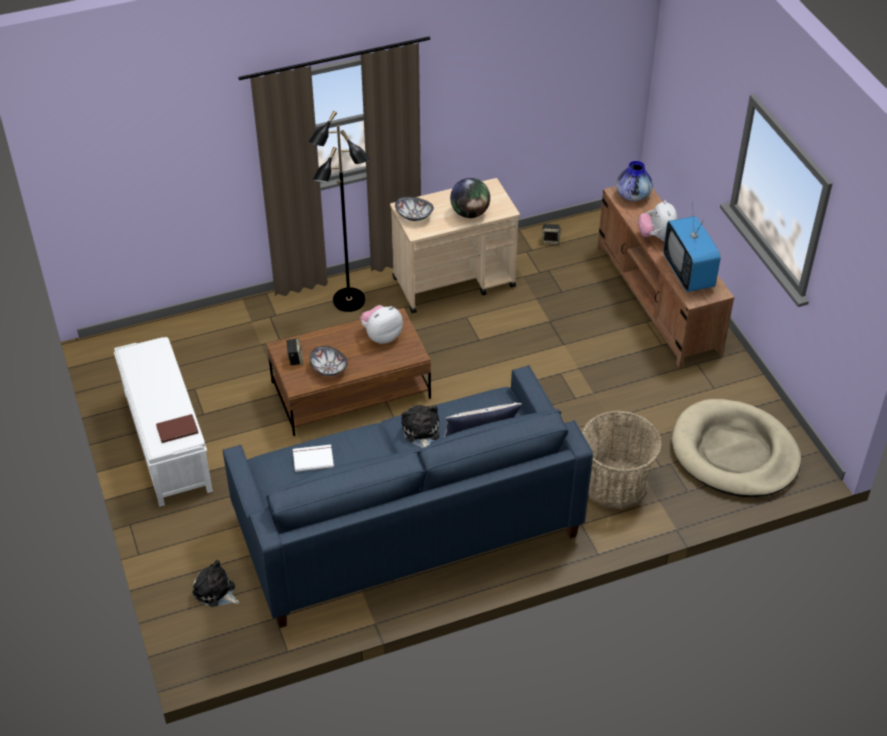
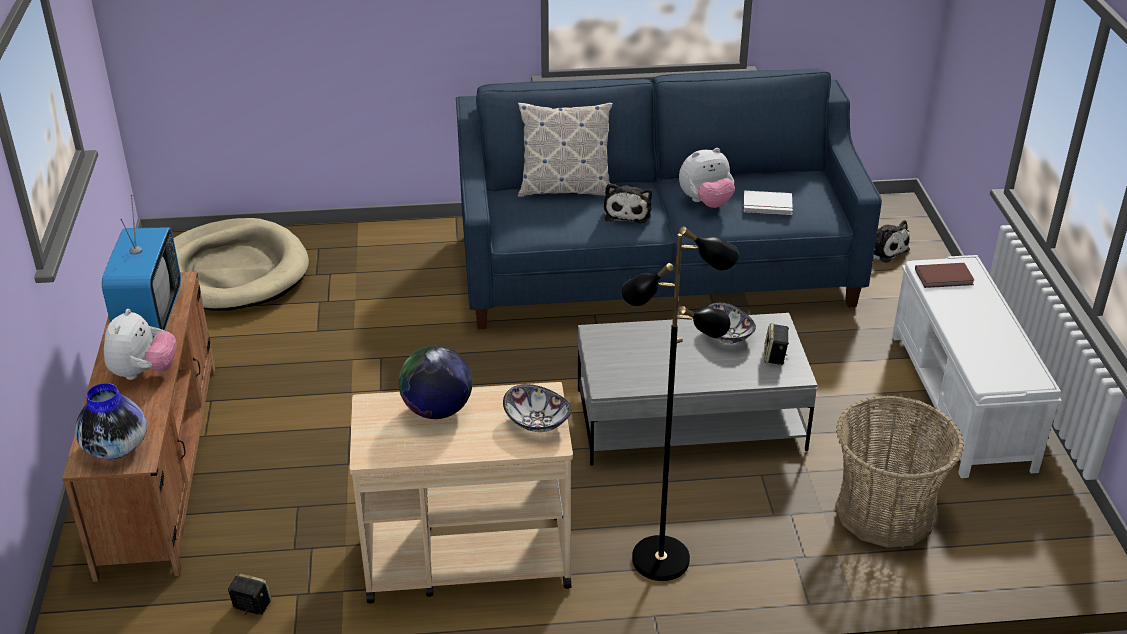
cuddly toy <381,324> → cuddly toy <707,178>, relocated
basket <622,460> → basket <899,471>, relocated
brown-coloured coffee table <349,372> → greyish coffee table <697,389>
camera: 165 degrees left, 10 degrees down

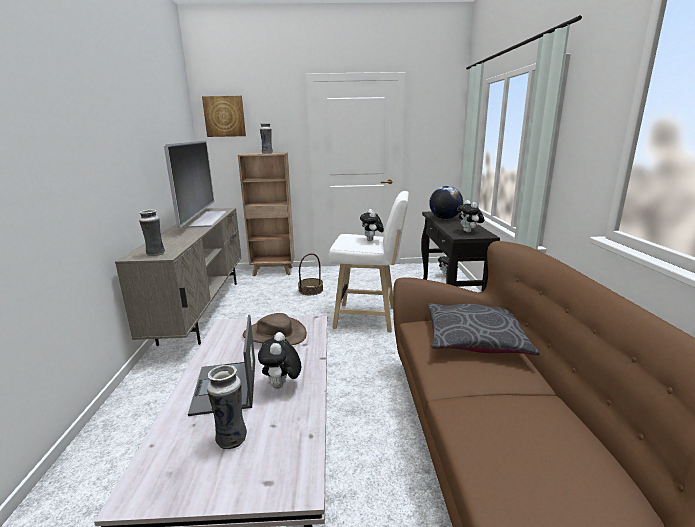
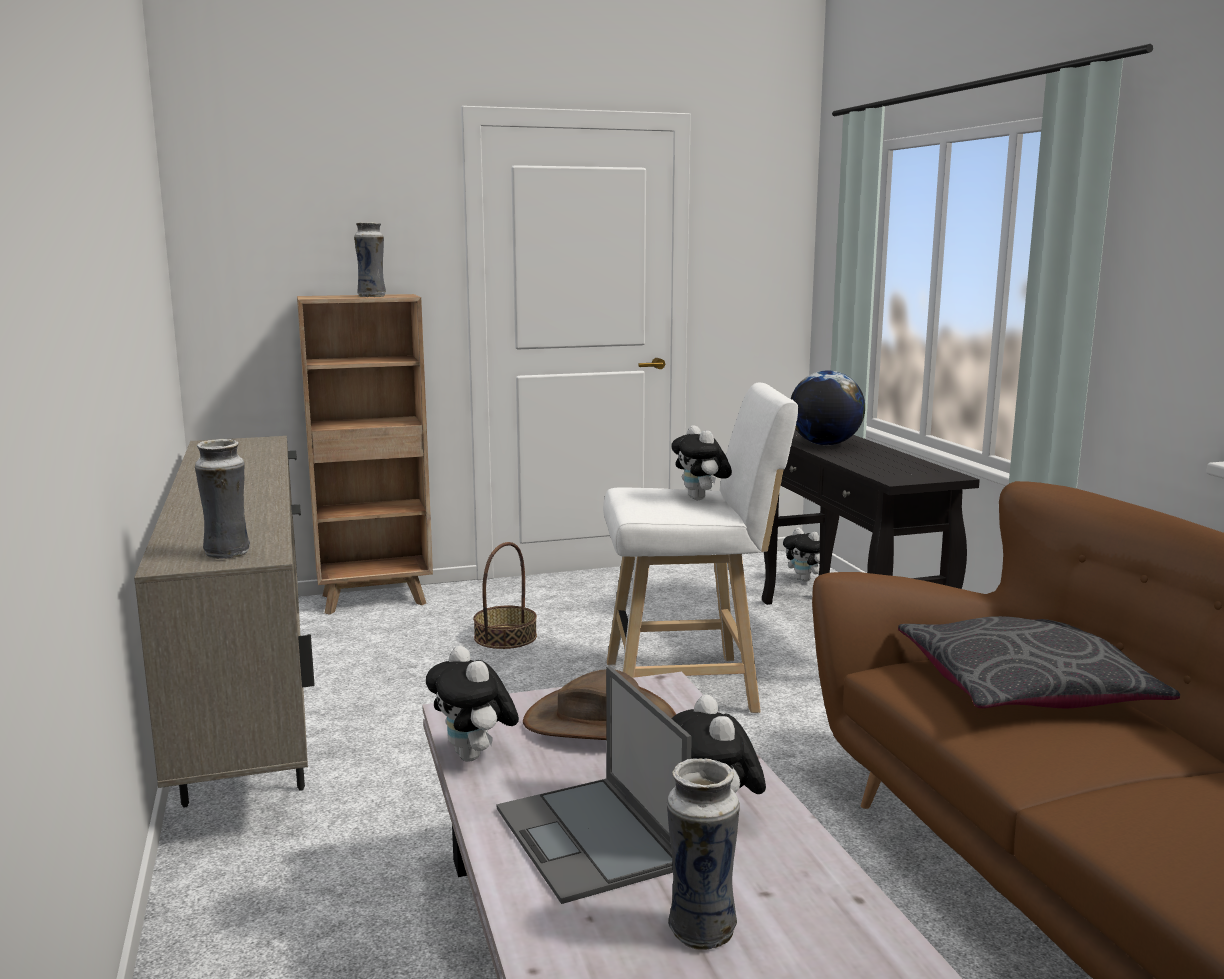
television <195,184> → -
picture <224,116> → -
cuddly toy <470,216> → cuddly toy <472,704>, relocated
camera: 15 degrees left, 5 degrees down

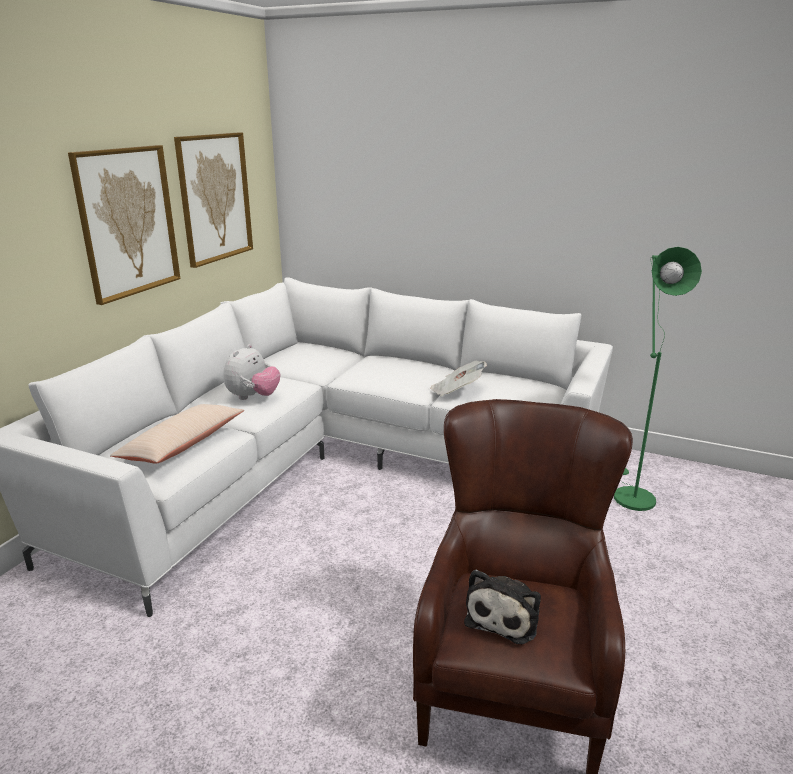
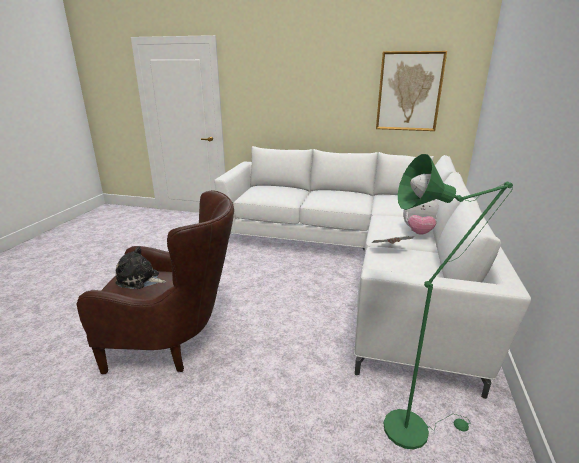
picture <124,225> → -
beige throw pillow <177,433> → -
cuddly toy <252,372> → cuddly toy <421,217>, relocated
camera: 80 degrees right, 0 degrees up

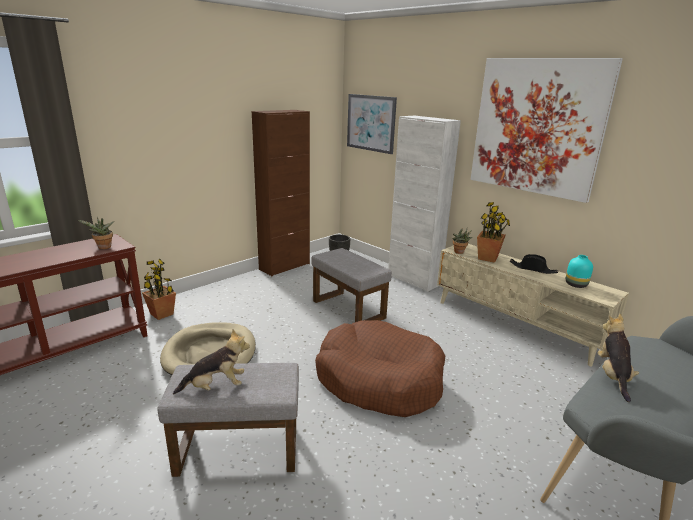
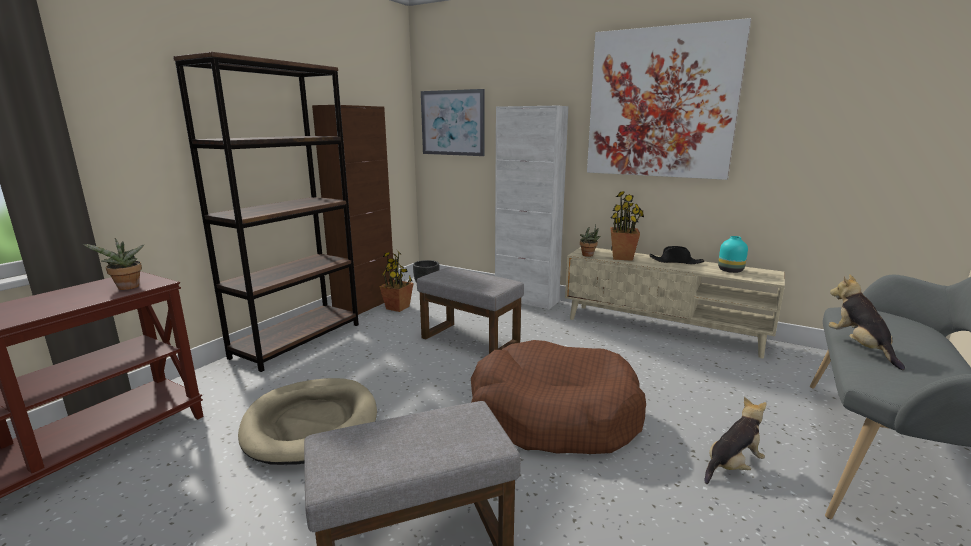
- → brown-coloured bookshelf <266,212>
plant in a pot <159,289> → plant in a pot <396,280>, relocated
cuddly toy <211,362> → cuddly toy <735,440>, relocated
camera: 15 degrees left, 5 degrees down

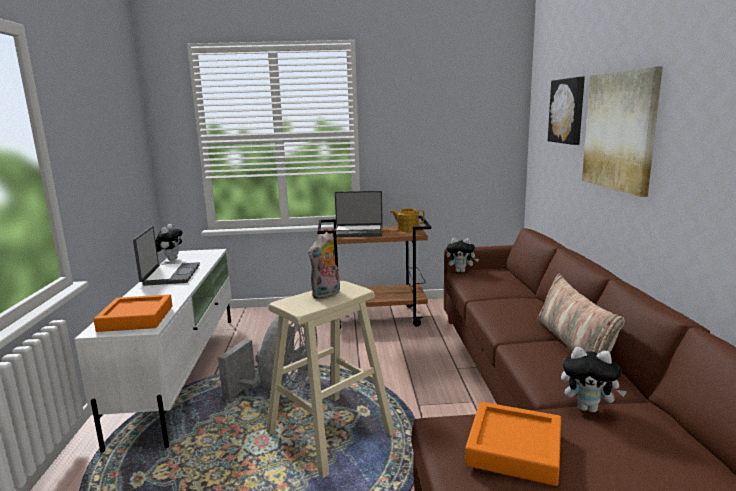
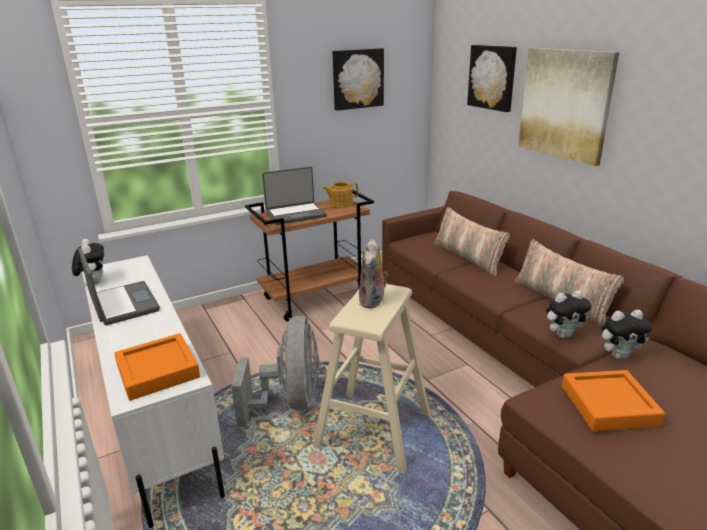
- → picture <358,79>
- → throw pillow <472,241>
cuddly toy <462,255> → cuddly toy <568,314>, relocated
camera: 25 degrees left, 10 degrees up

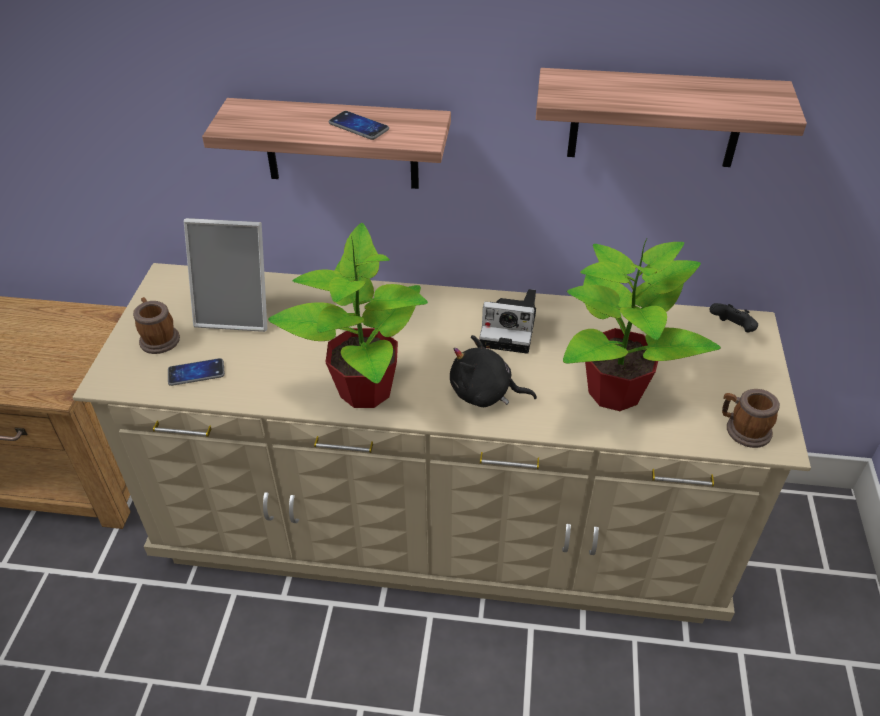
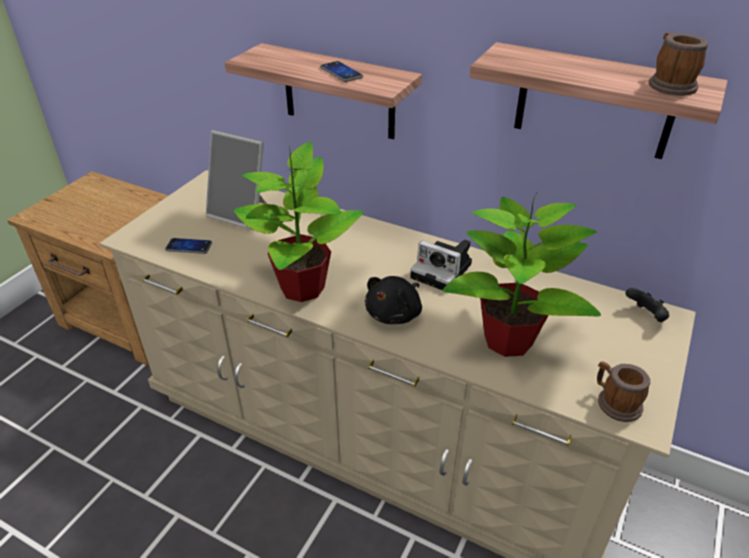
coffee mug <156,325> → coffee mug <678,64>, relocated
black cuddly toy <493,371> → black cuddly toy <393,300>, 90 degrees counterclockwise
camera: 20 degrees right, 5 degrees down

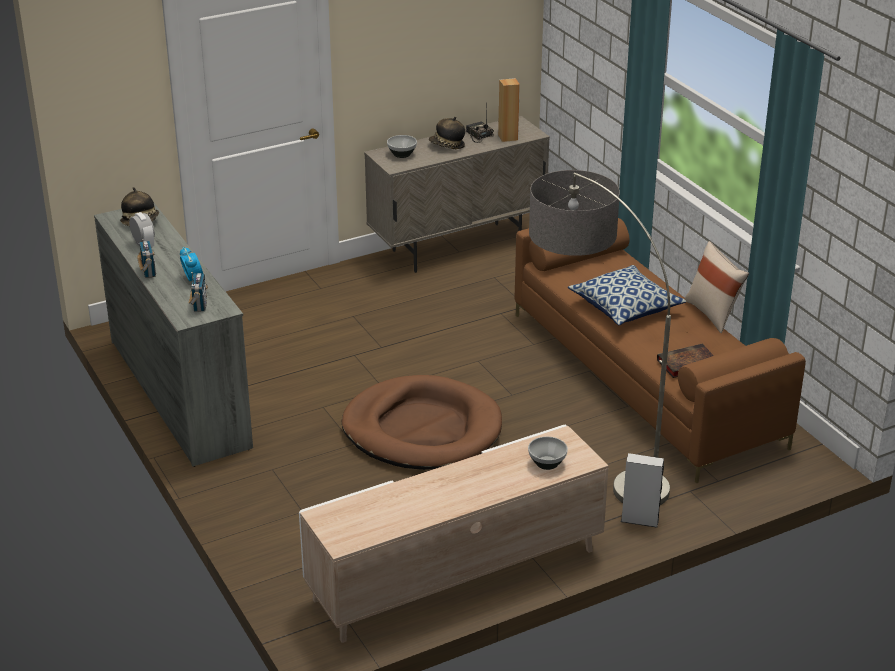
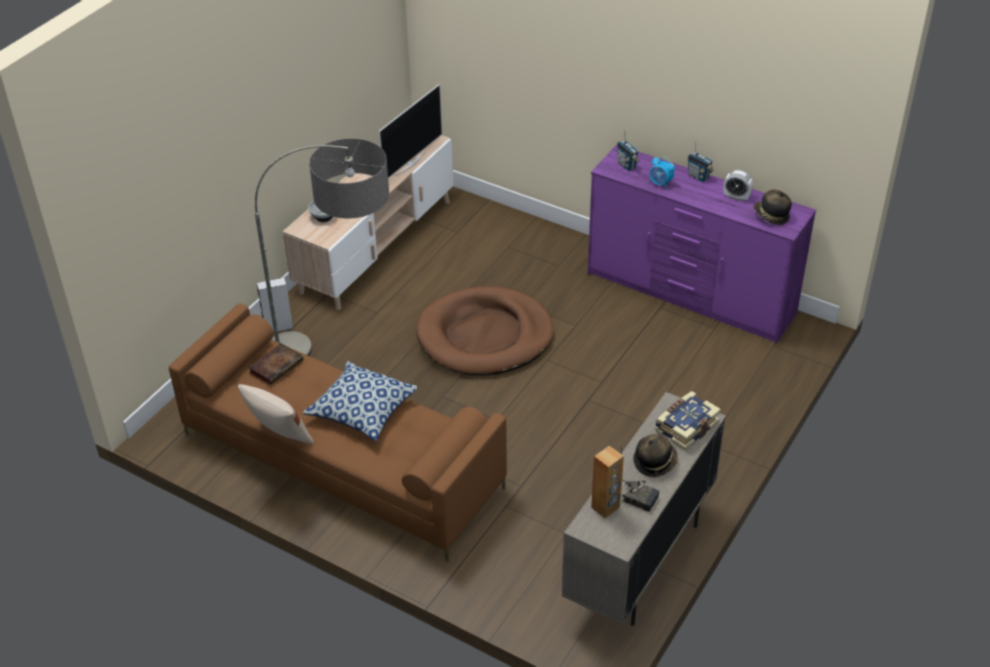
- → television <410,131>
deep dish <402,146> → volume <688,421>
greyish drawer chest <173,335> → purplish drawer chest <702,244>
camera: 150 degrees right, 10 degrees up

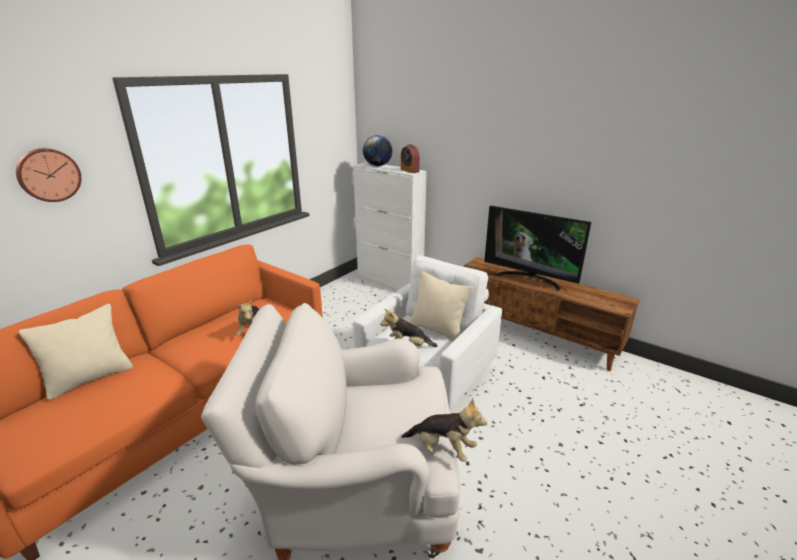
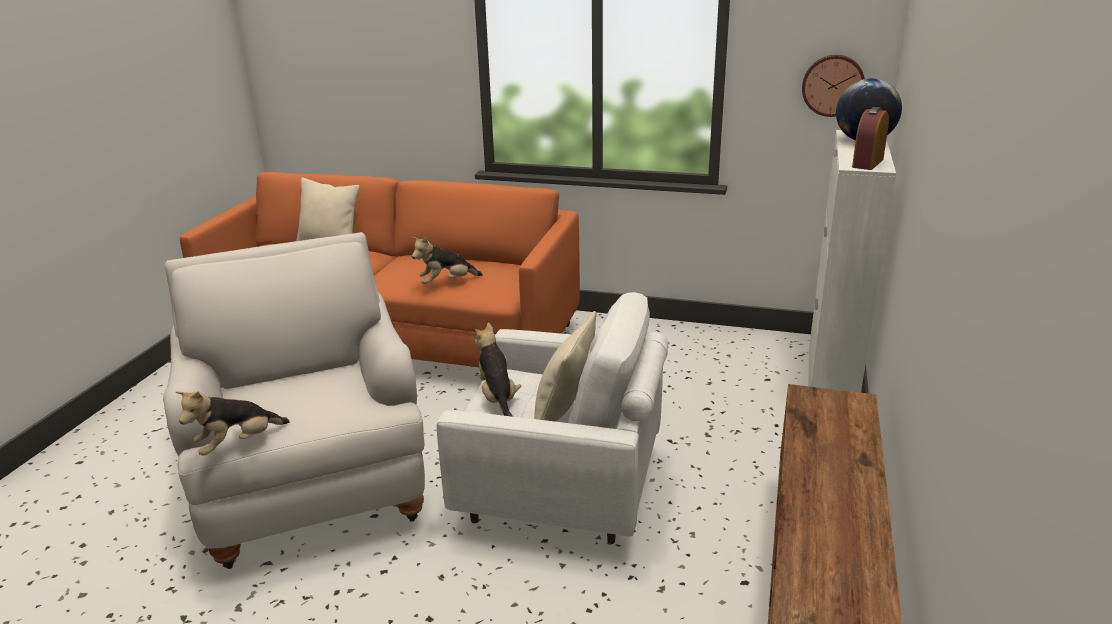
television <537,248> → -
clock on the wall <48,175> → clock on the wall <833,86>, relocated
cuddly toy <444,430> → cuddly toy <233,423>, 45 degrees clockwise
camera: 70 degrees right, 0 degrees up

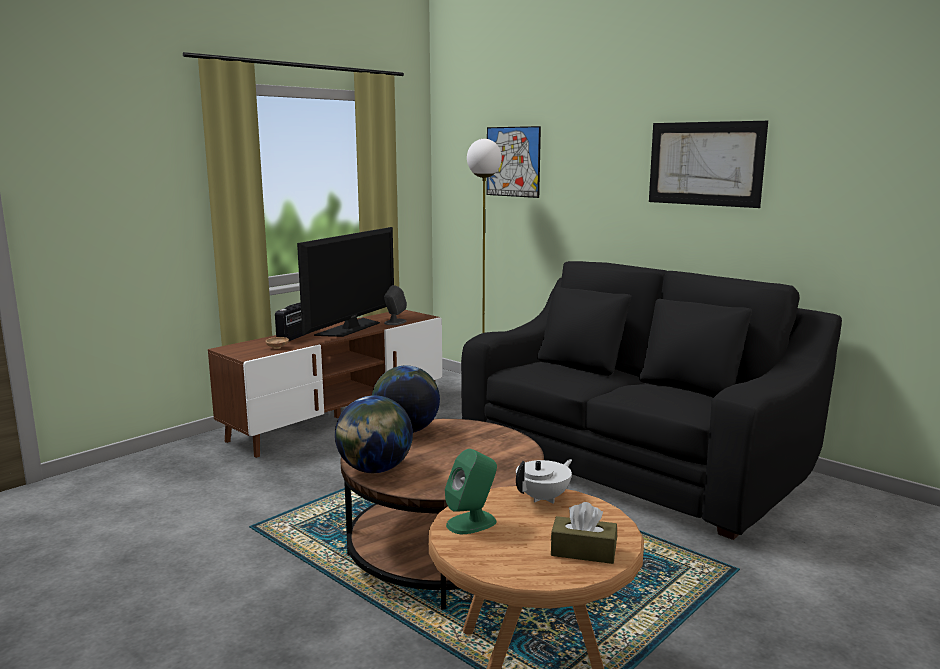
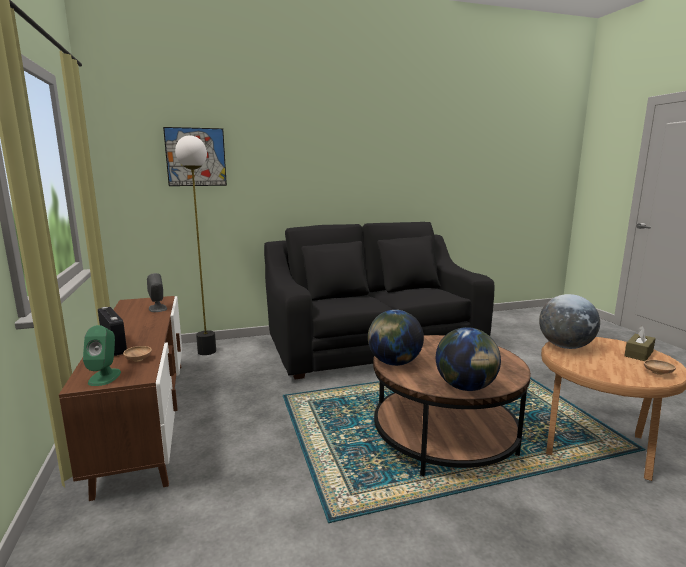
television <345,282> → -
picture <708,164> → -
- → brown-coloured deep dish <660,367>
greenish audio speaker <471,491> → greenish audio speaker <102,355>, relocated
white-coloured pot for tea <544,481> → globe <569,321>
camera: 60 degrees left, 0 degrees up

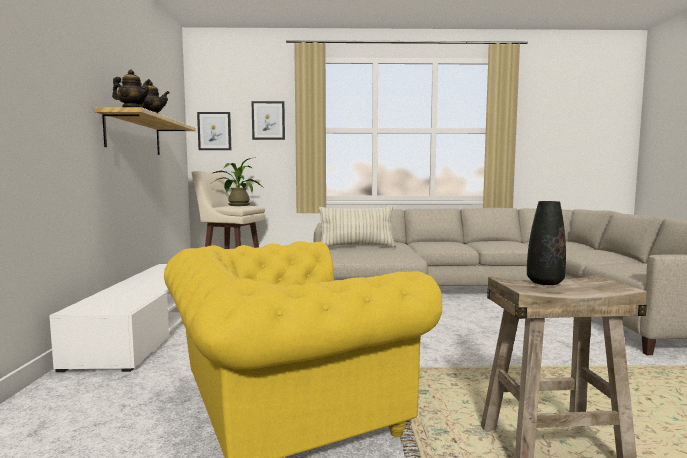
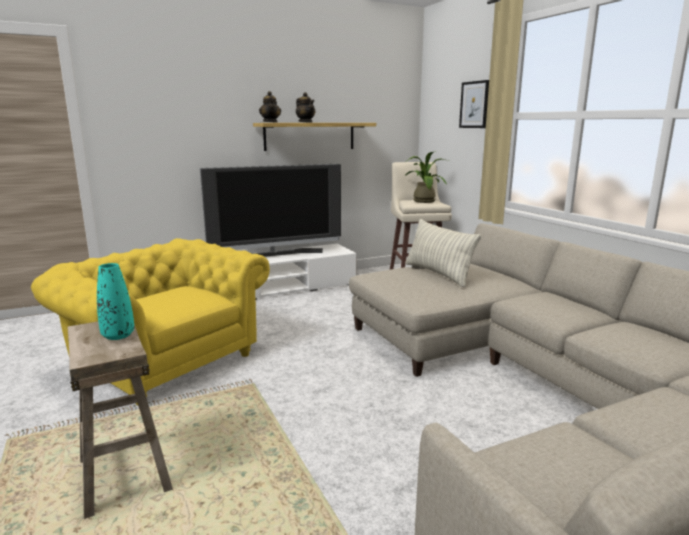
picture <214,131> → -
- → television <270,210>
black vase <546,243> → turquoise vase <115,301>
camera: 65 degrees right, 10 degrees up

